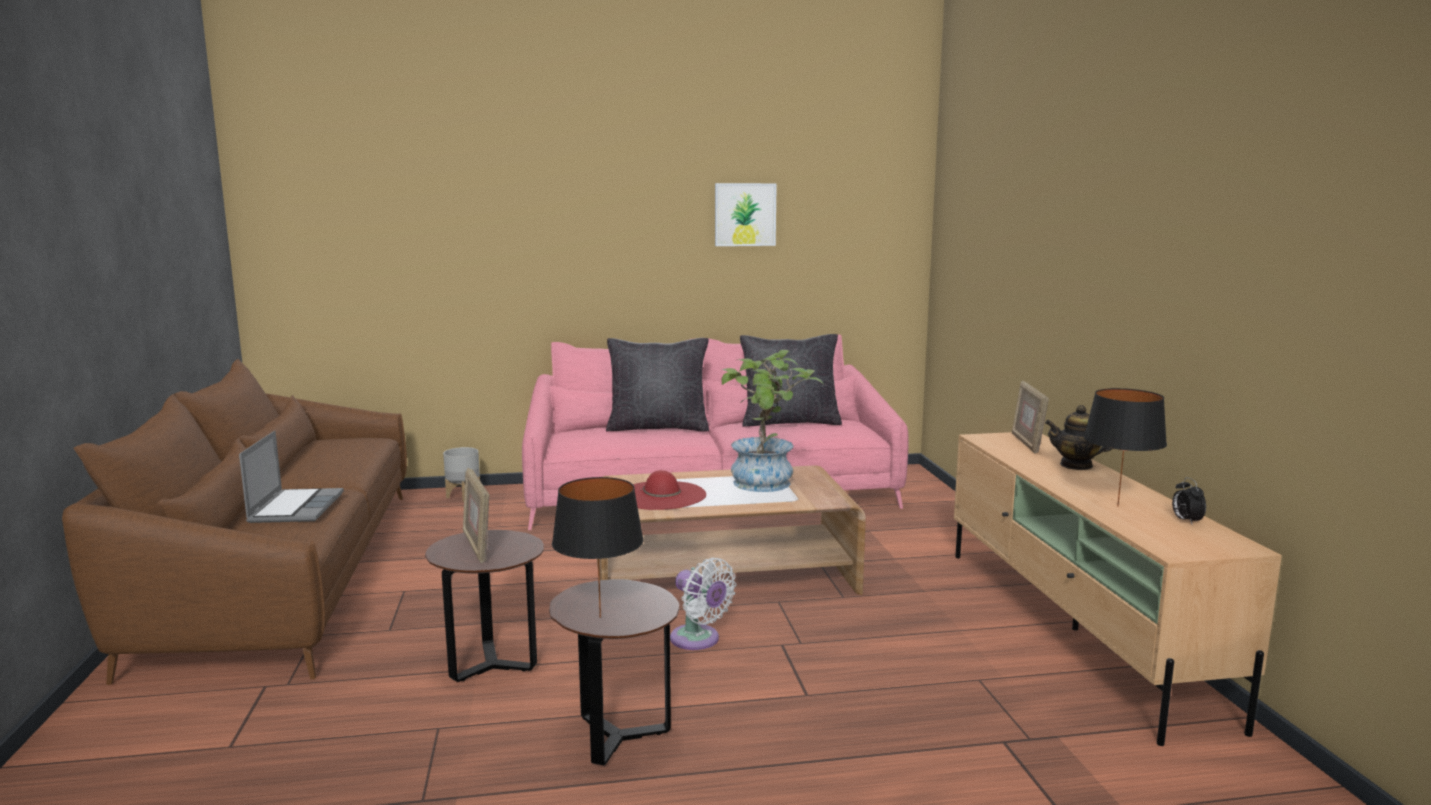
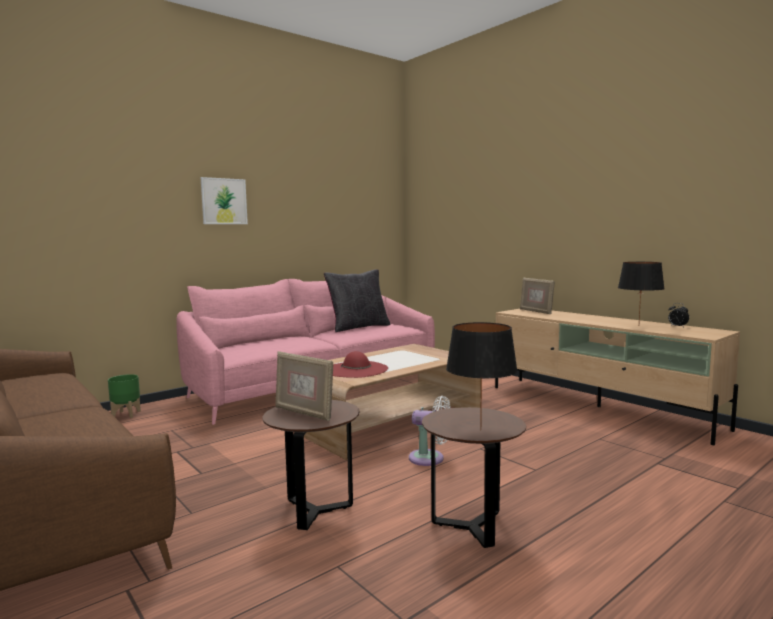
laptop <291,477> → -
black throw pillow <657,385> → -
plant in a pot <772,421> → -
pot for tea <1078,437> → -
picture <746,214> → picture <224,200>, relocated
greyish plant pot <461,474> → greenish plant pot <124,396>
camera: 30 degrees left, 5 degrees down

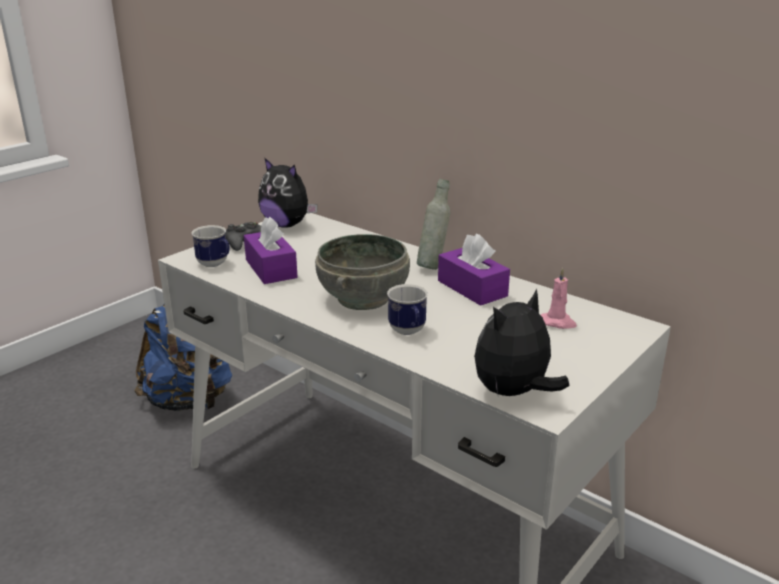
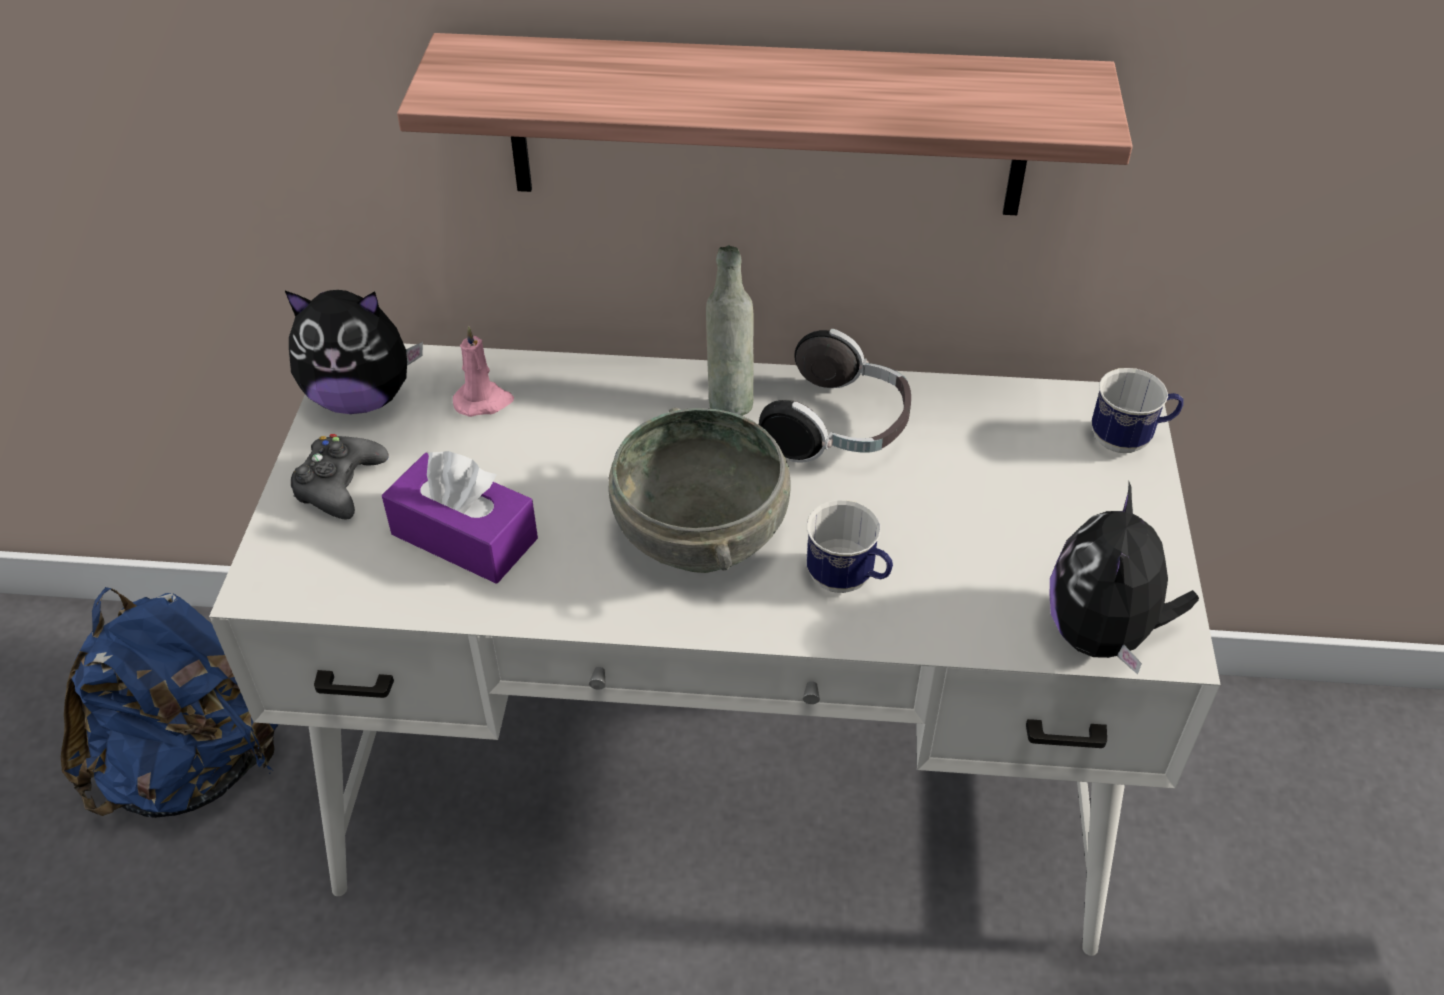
- → bracket shelf <765,124>
coffee mug <210,246> → coffee mug <1138,410>, relocated
pink wax candle <559,298> → pink wax candle <483,371>, relocated
purplish tissue holder <474,270> → headset <835,396>
camera: 35 degrees left, 20 degrees up

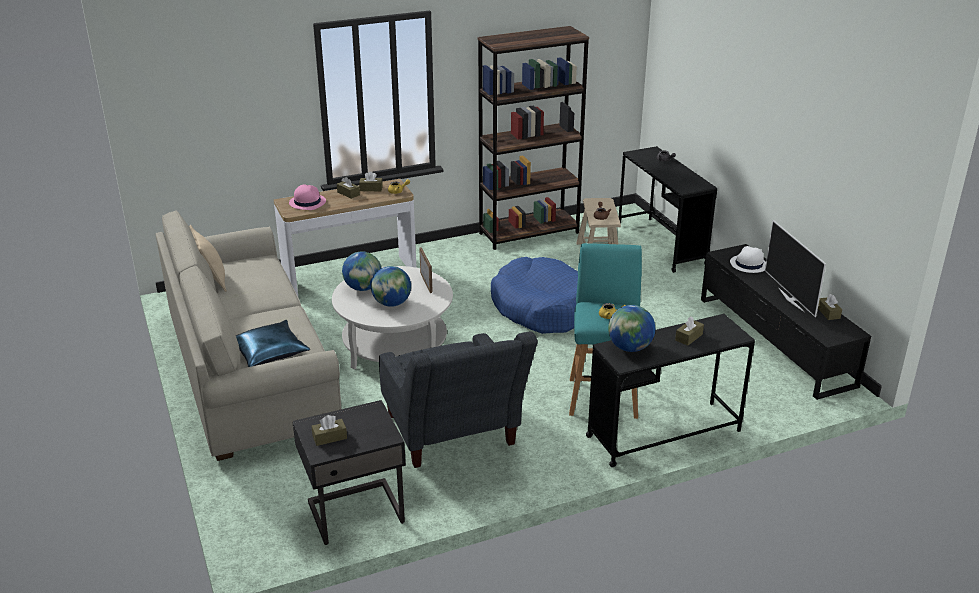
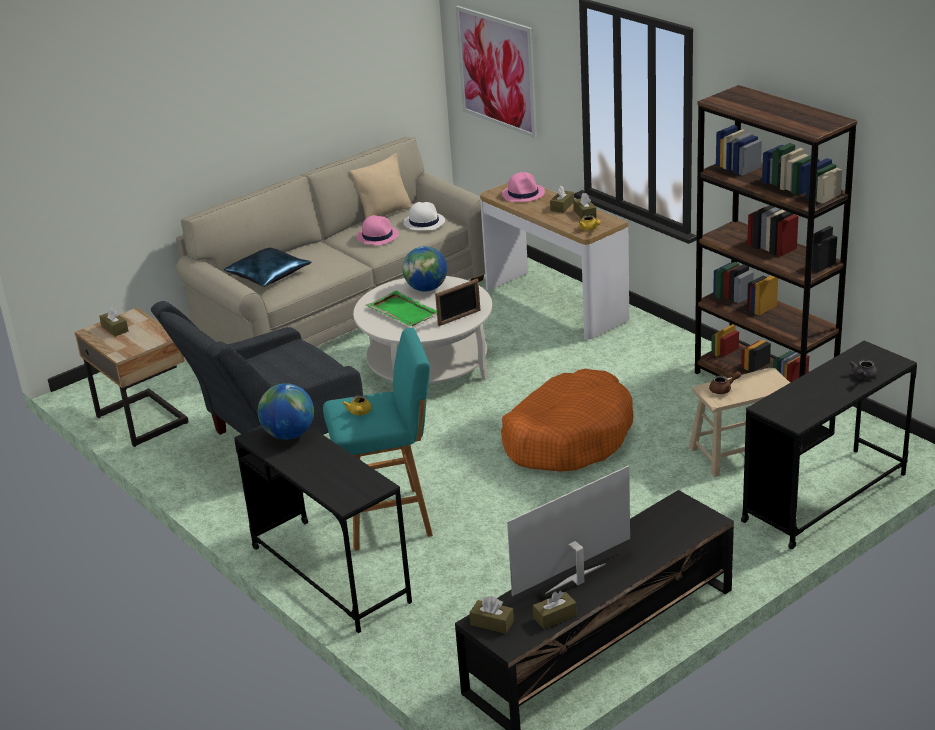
- → pink hat <377,230>
- → picture <496,72>
brown-coloured tissue holder <689,331> → brown-coloured tissue holder <492,615>, relocated
white-coloured hat <748,259> → white-coloured hat <424,216>, relocated
globe <391,286> → greenish carrying tray <401,308>
black night table <349,472> → beige night table <131,377>
blue dog bed <534,295> → orangey dog bed <567,420>
camera: 75 degrees right, 0 degrees up

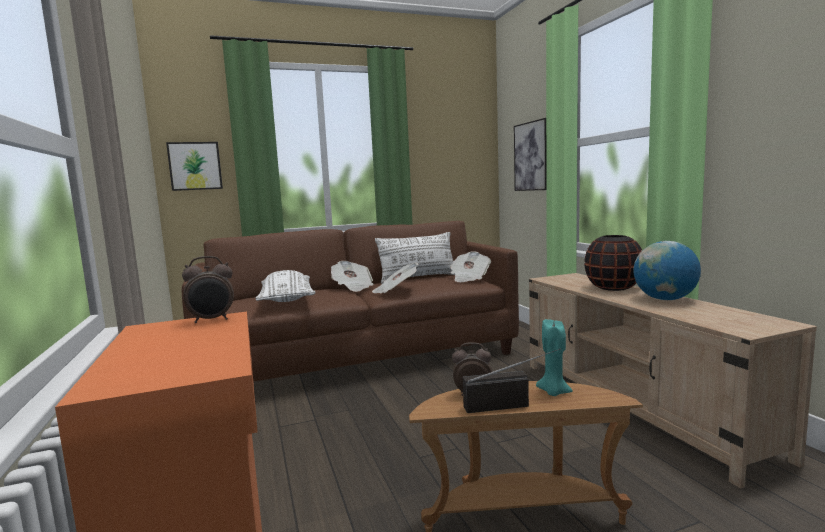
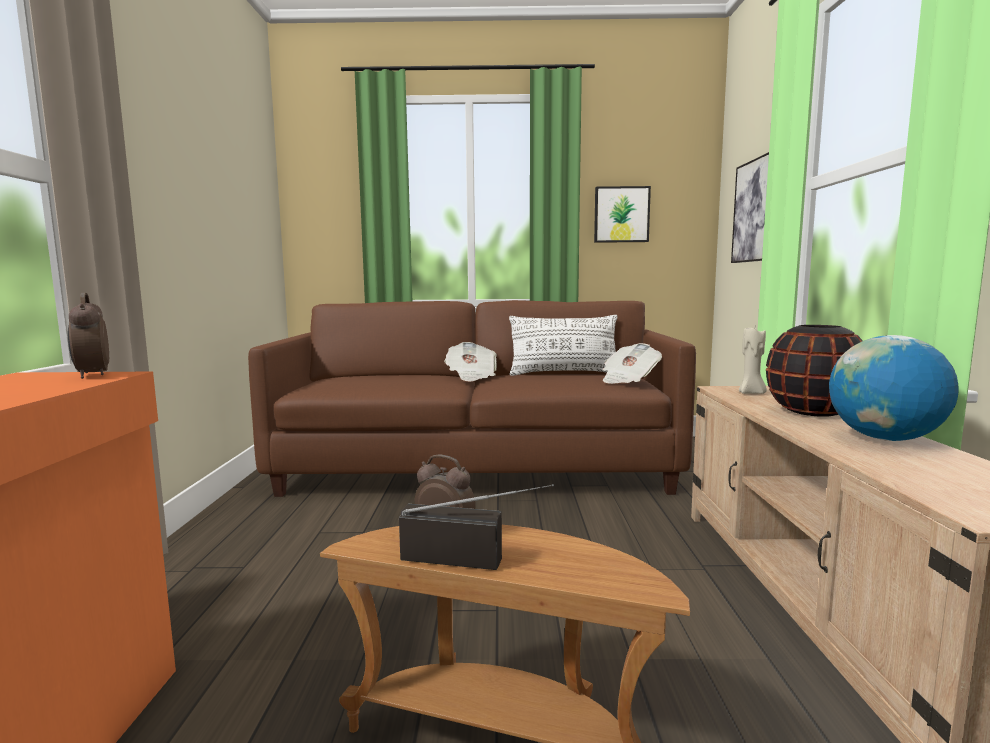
white-coloured throw pillow <286,286> → -
newspaper <395,278> → -
turquoise wax candle <554,357> → -
- → beige wax candle <753,361>
picture <194,166> → picture <622,214>, relocated
bedside clock <208,289> → bedside clock <88,336>, 60 degrees clockwise
camera: 20 degrees right, 0 degrees up

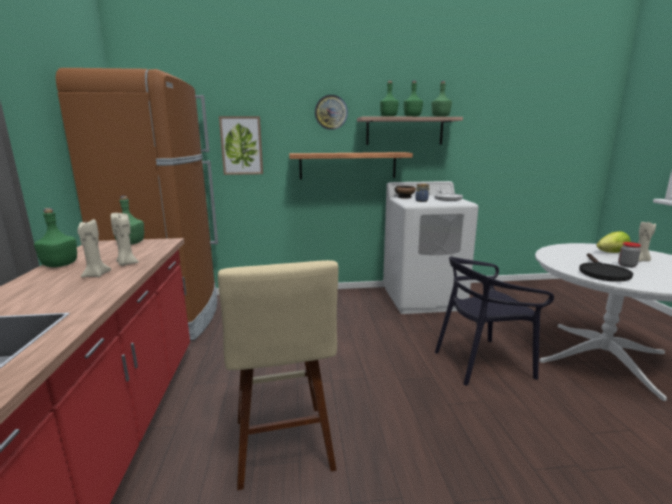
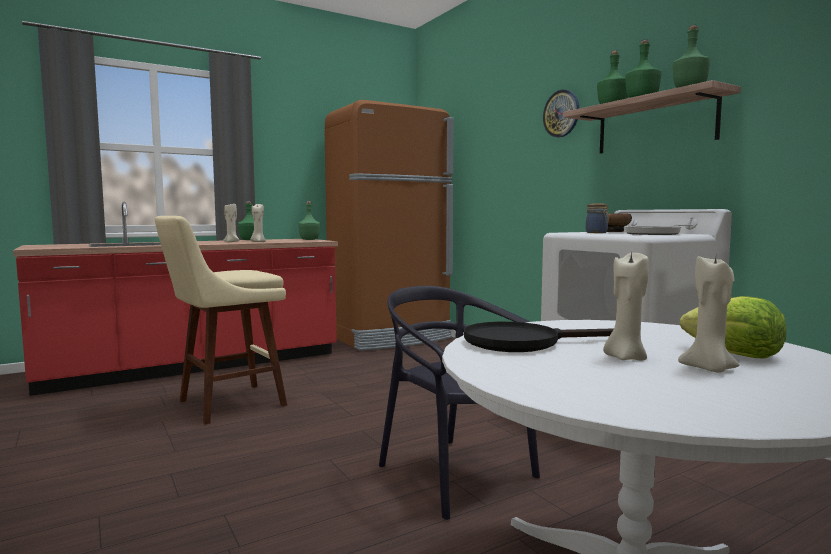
picture <241,145> → -
bracket shelf <351,165> → -
jar <629,255> → beige wax candle <626,305>
camera: 65 degrees right, 10 degrees down

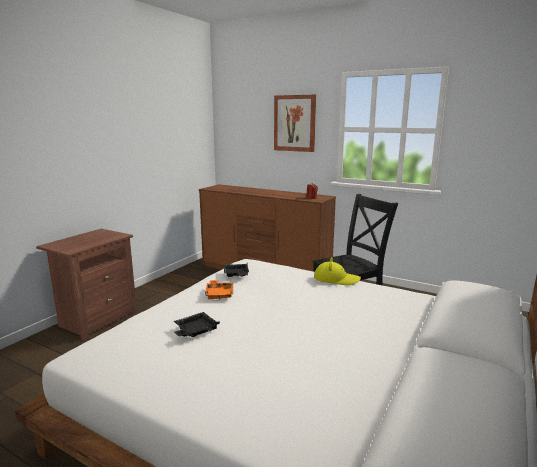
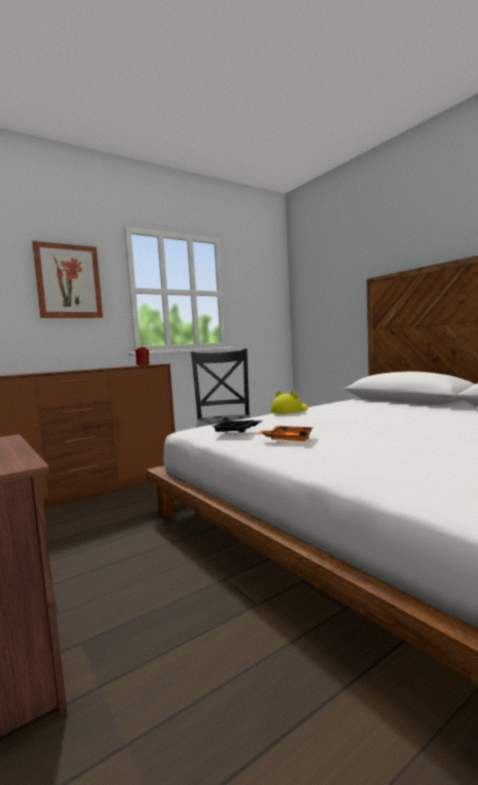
black carrying tray <197,324> → -
camera: 65 degrees left, 10 degrees down

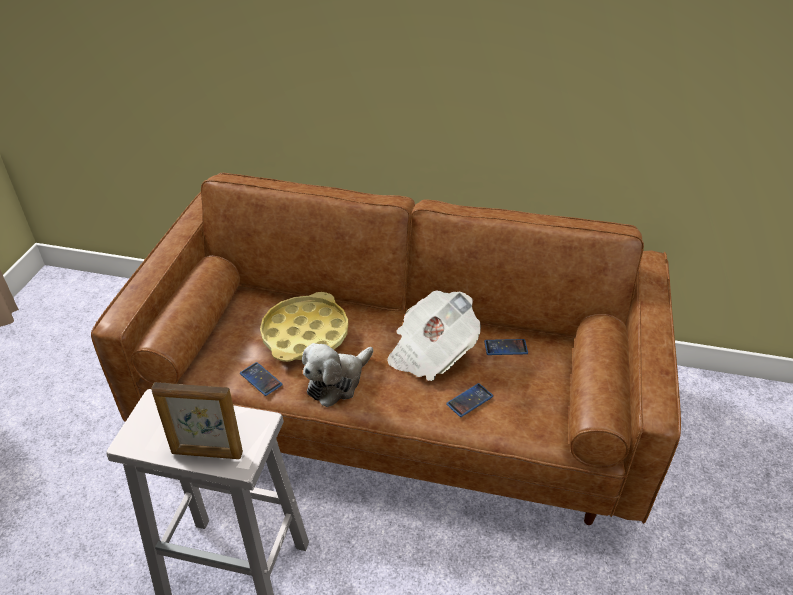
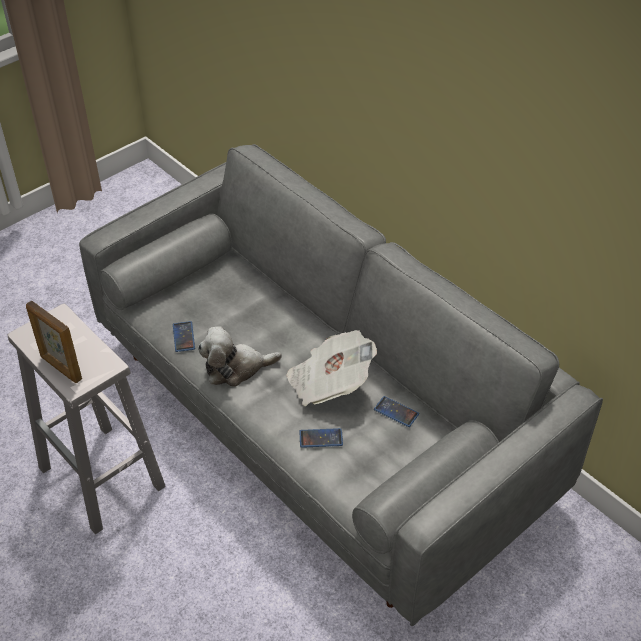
yellowish carrying tray <304,327> → -
brown-coloured couch <386,349> → greyish couch <341,385>
camera: 35 degrees right, 5 degrees up

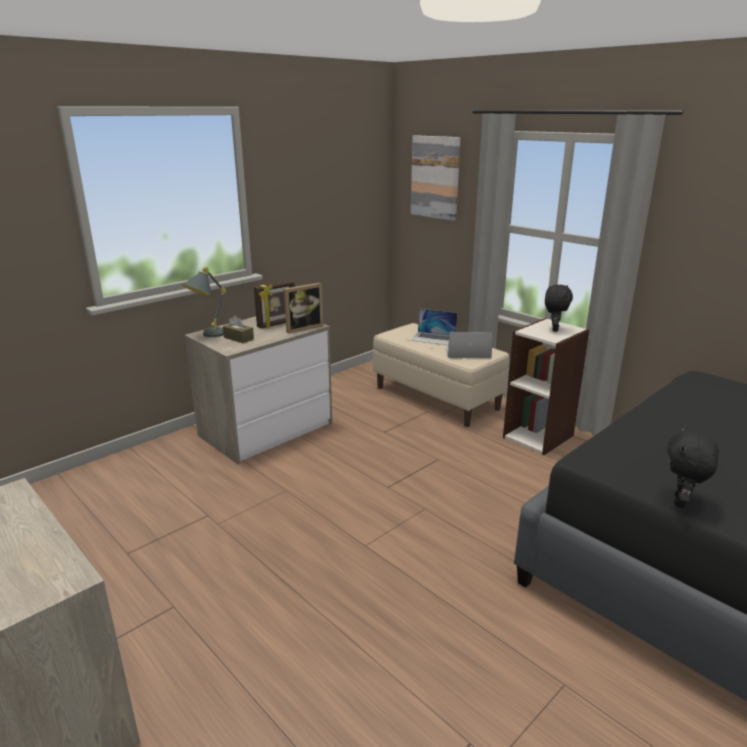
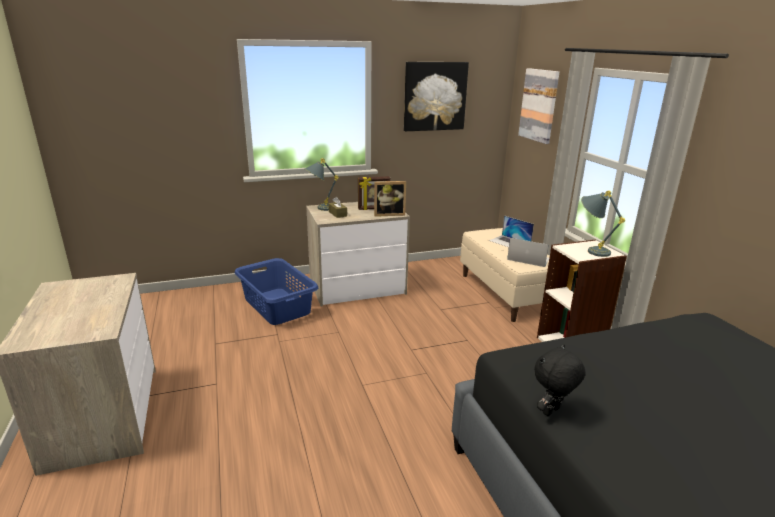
- → blue laundry basket <276,291>
- → picture <436,96>
black cuddly toy <559,308> → greyish tabletop lamp <603,223>
camera: 25 degrees right, 0 degrees up

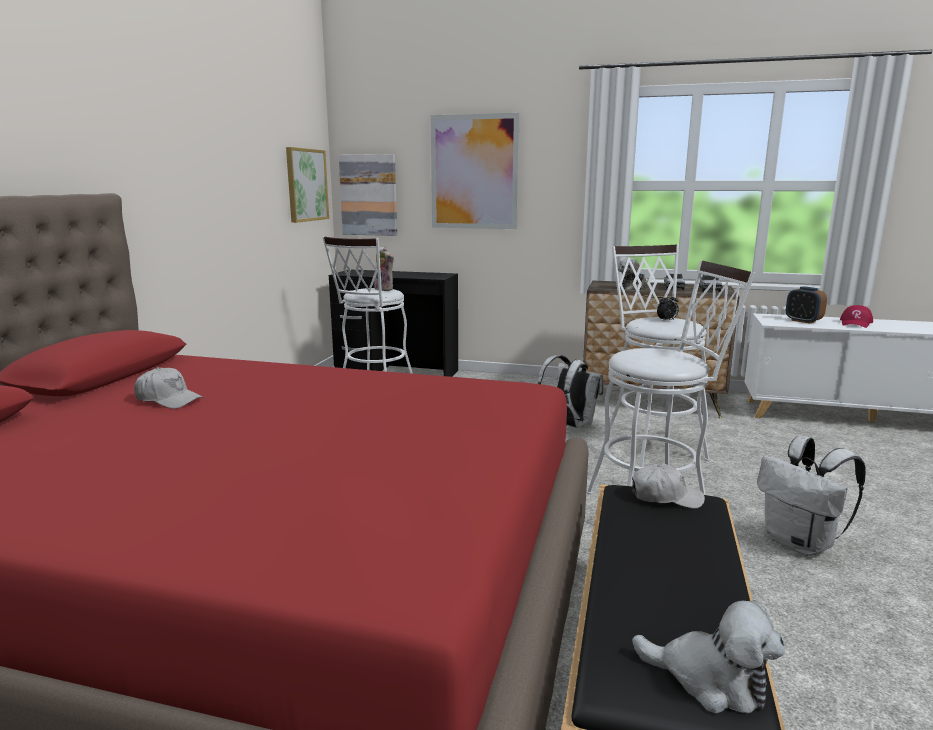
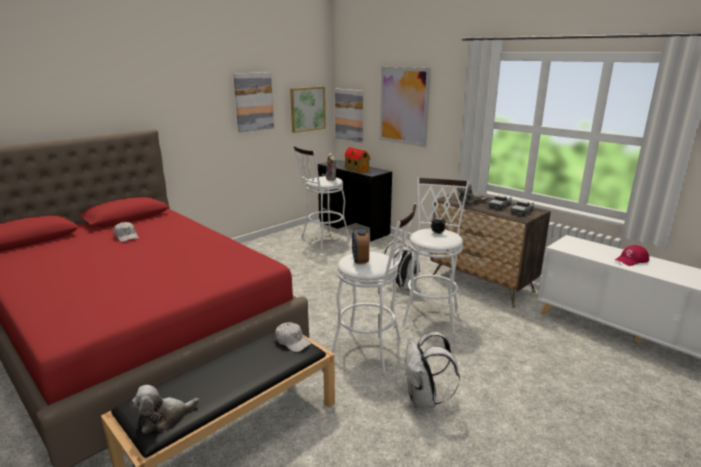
- → picture <253,102>
- → model house <357,160>
bedside clock <806,305> → bedside clock <360,246>, relocated
cuddly toy <708,657> → cuddly toy <164,409>, 90 degrees clockwise
camera: 30 degrees right, 5 degrees up

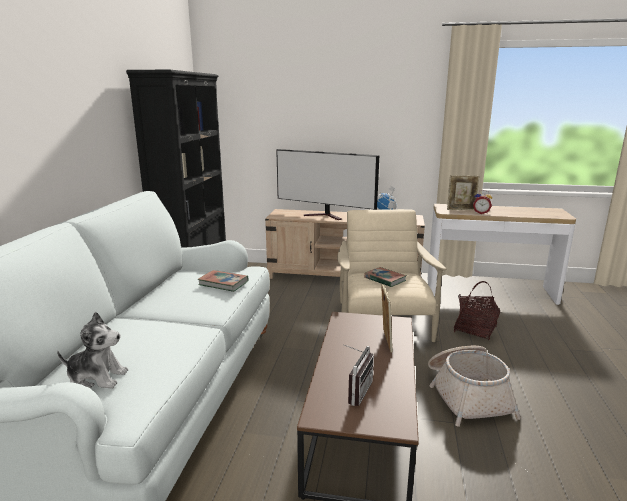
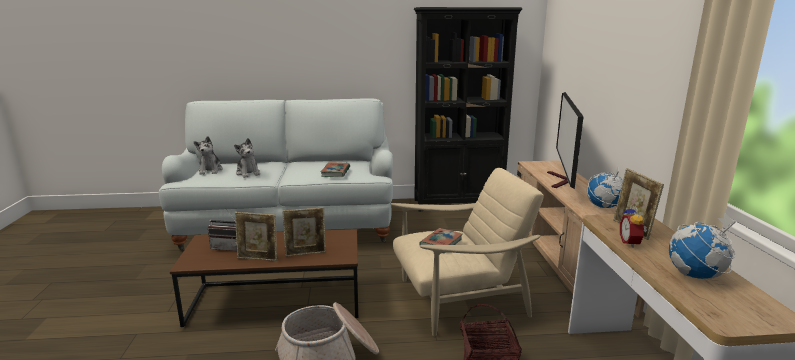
- → cuddly toy <247,158>
- → picture frame <256,236>
- → globe <702,245>
camera: 75 degrees right, 0 degrees up

